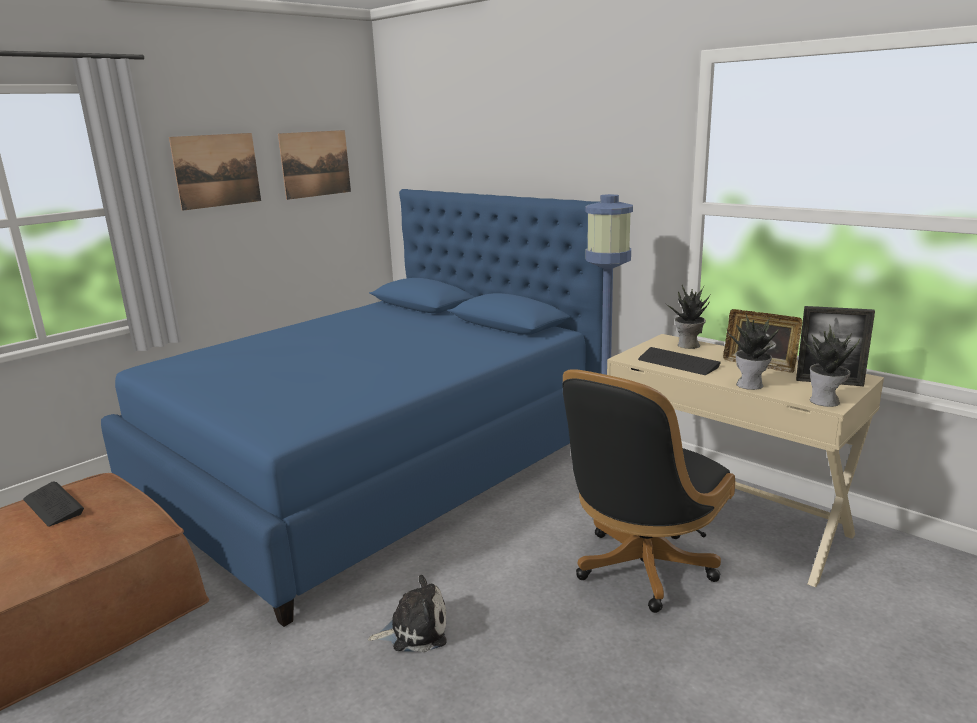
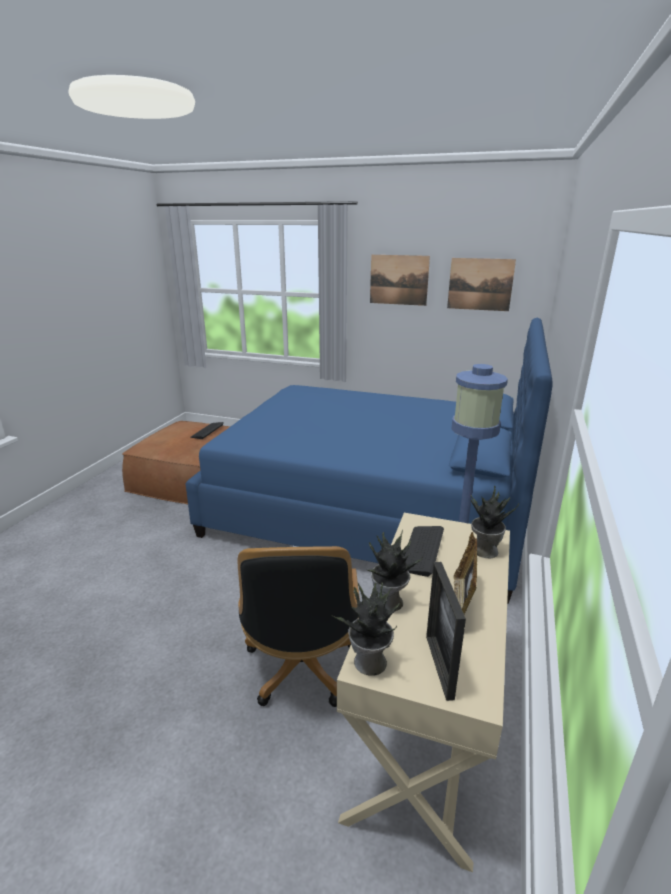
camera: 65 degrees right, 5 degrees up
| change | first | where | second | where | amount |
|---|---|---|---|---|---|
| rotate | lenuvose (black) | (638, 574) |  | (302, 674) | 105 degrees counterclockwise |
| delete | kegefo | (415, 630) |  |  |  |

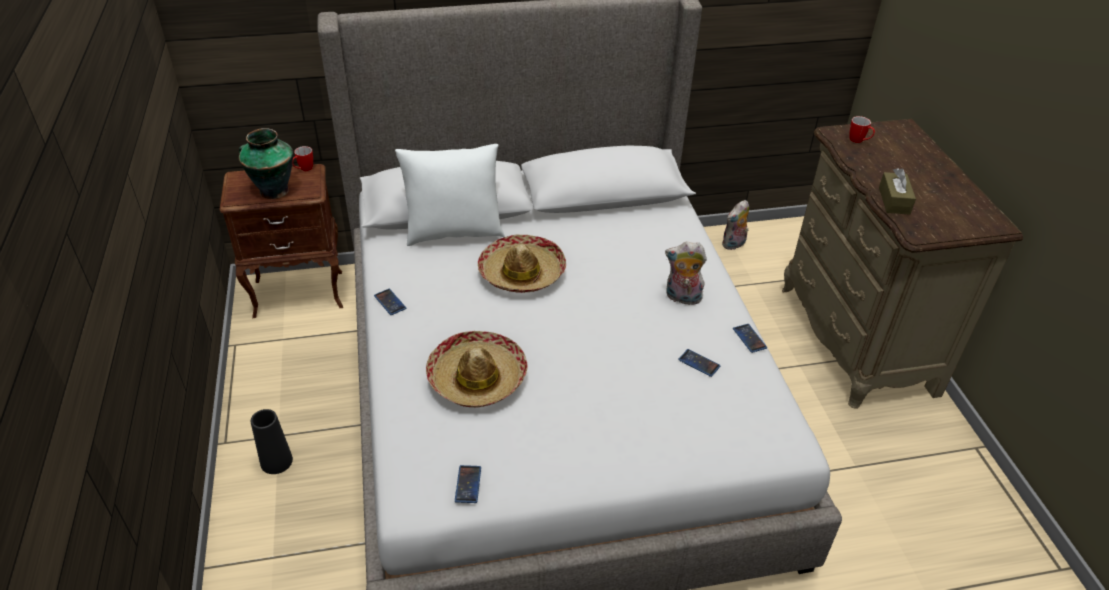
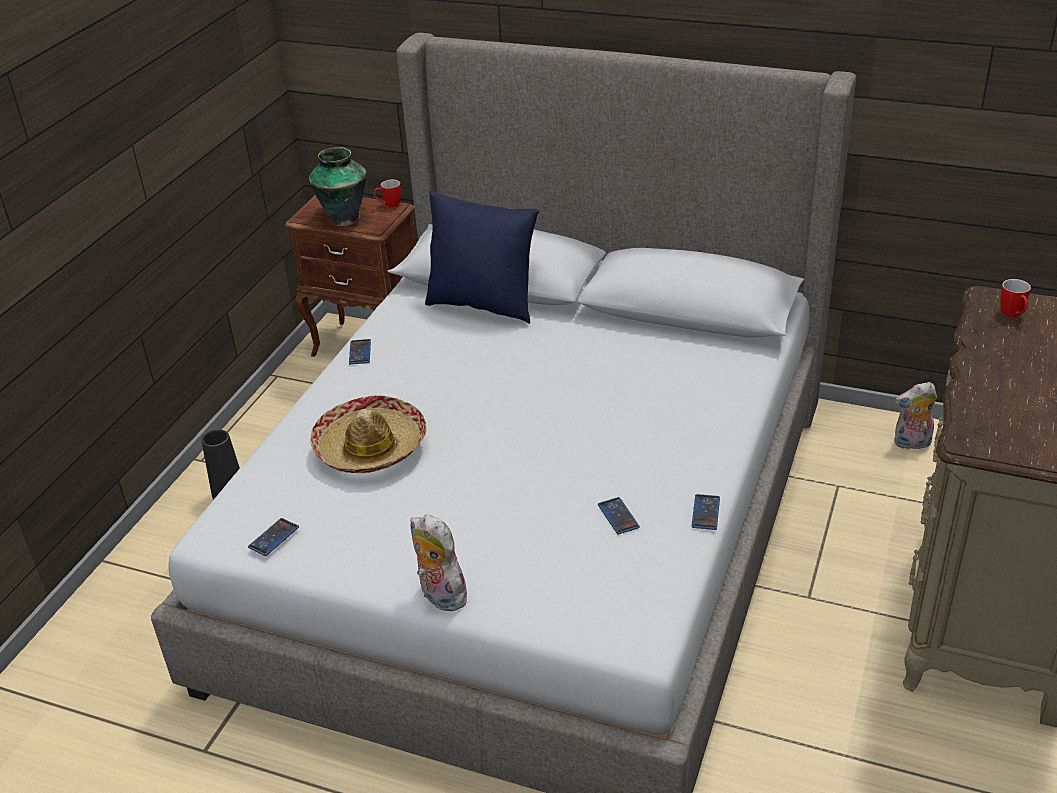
camera: 35 degrees right, 5 degrees down
| change | first | where | second | where | amount |
|---|---|---|---|---|---|
| recolor | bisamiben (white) | (453, 232) | bisamiben (blue) | (483, 305) |  |
| delete | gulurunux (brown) | (894, 201) |  |  |  |
| delete | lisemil | (522, 273) |  |  |  |
| move | kegefo | (682, 298) |  | (439, 596) |  |

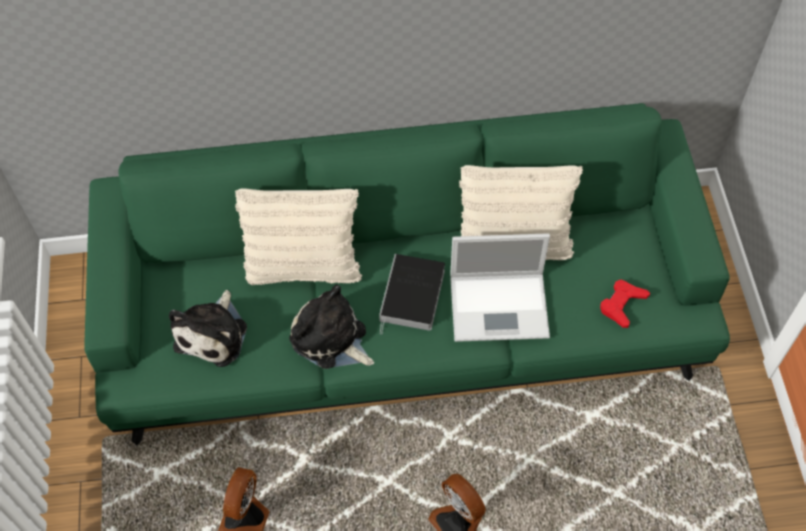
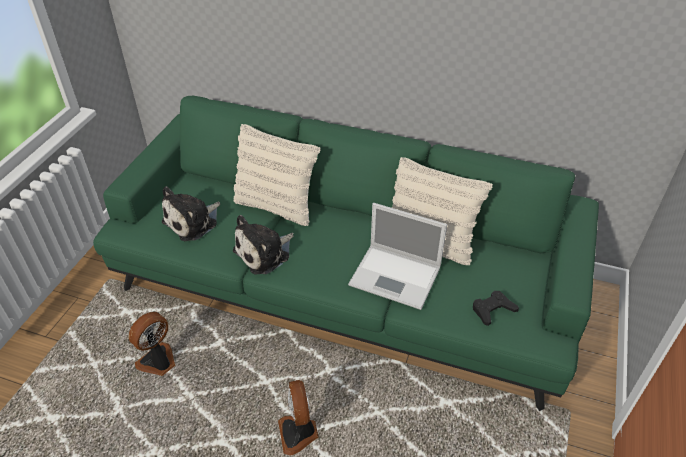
camera: 25 degrees right, 15 degrees down
| change | first | where | second | where | amount |
|---|---|---|---|---|---|
| delete | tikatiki | (412, 297) |  |  |  |
| recolor | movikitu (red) | (622, 305) | movikitu (black) | (492, 310) |  |
| rotate | kegefo | (331, 339) |  | (265, 253) | 105 degrees counterclockwise |

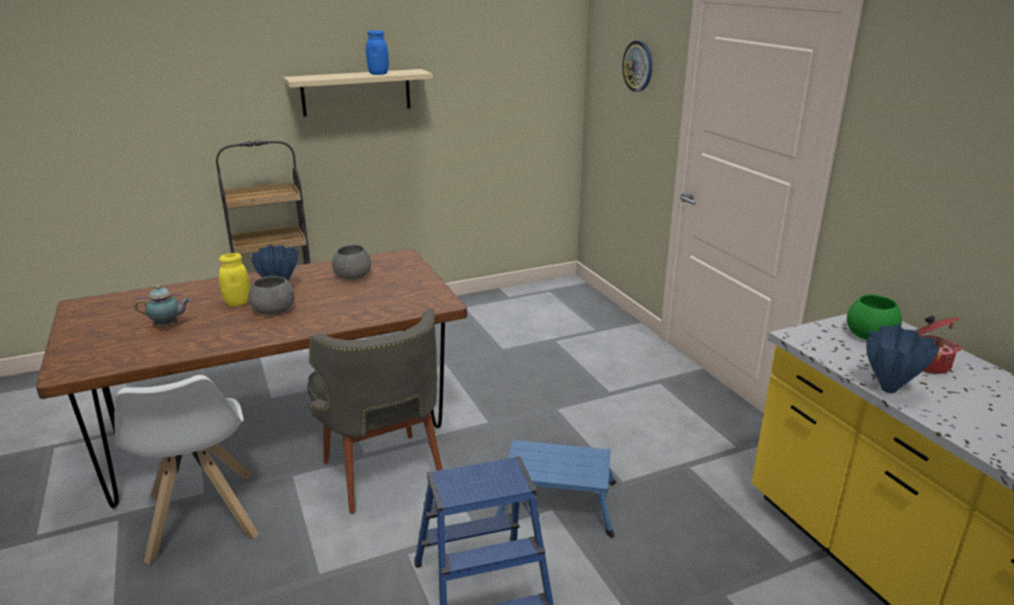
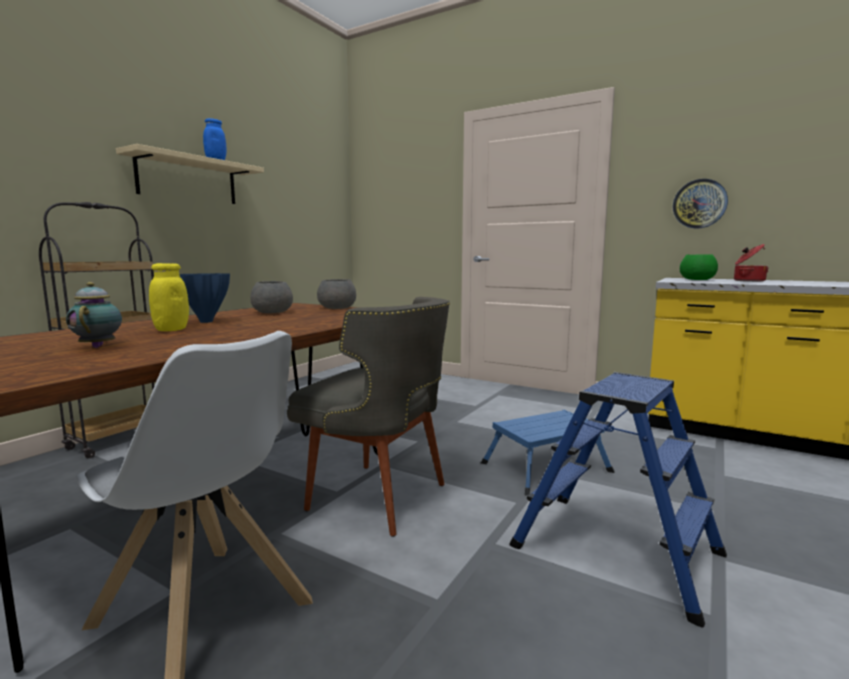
camera: 35 degrees left, 15 degrees down
| change | first | where | second | where | amount |
|---|---|---|---|---|---|
| move | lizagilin | (638, 66) |  | (699, 204) |  |
| move | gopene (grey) | (274, 310) |  | (338, 308) |  |
| rotate | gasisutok | (168, 326) |  | (99, 346) | 60 degrees counterclockwise |
| delete | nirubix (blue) | (888, 390) |  |  |  |

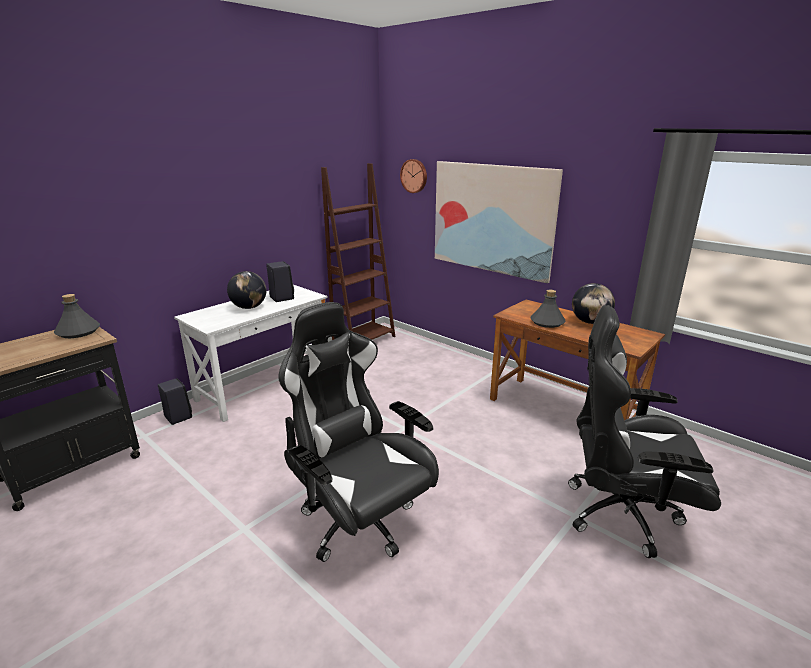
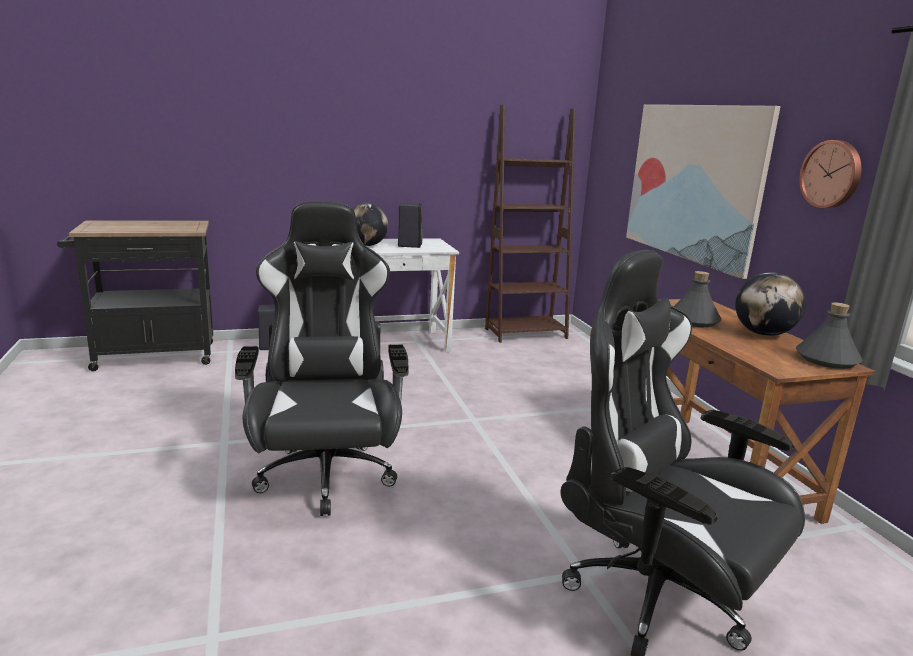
camera: 30 degrees right, 5 degrees down
| change | first | where | second | where | amount |
|---|---|---|---|---|---|
| move | lizagilin | (414, 176) |  | (832, 174) |  |
| move | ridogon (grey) | (78, 332) |  | (827, 359) |  |

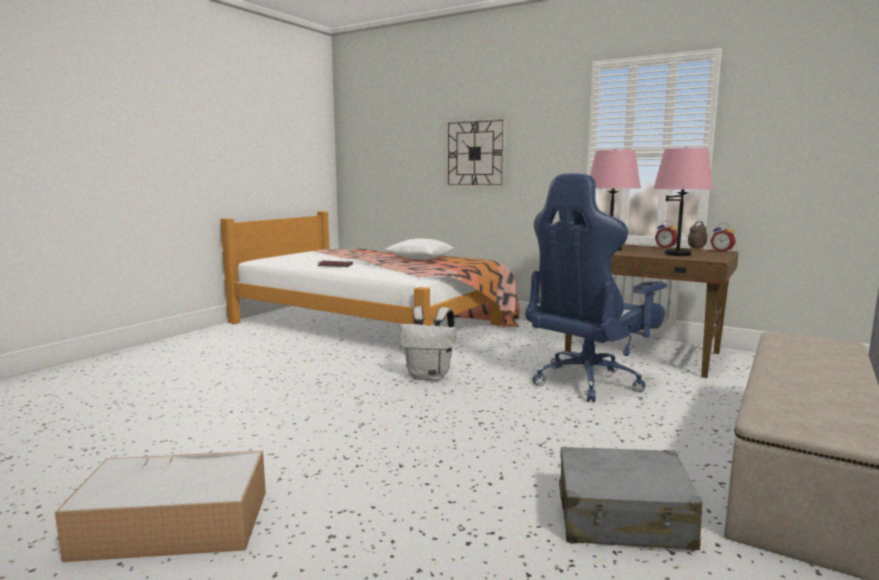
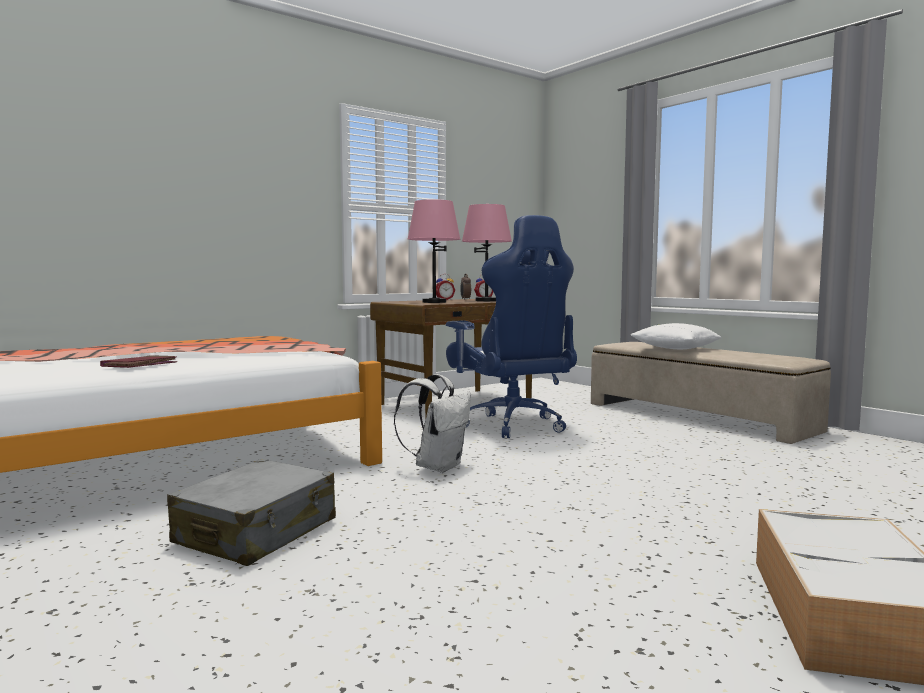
camera: 70 degrees left, 5 degrees down
| change | first | where | second | where | amount |
|---|---|---|---|---|---|
| delete | lizagilin | (475, 153) |  |  |  |
| move | bisamiben (white) | (420, 259) |  | (675, 349) |  |
| move | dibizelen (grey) | (623, 517) |  | (257, 532) |  |

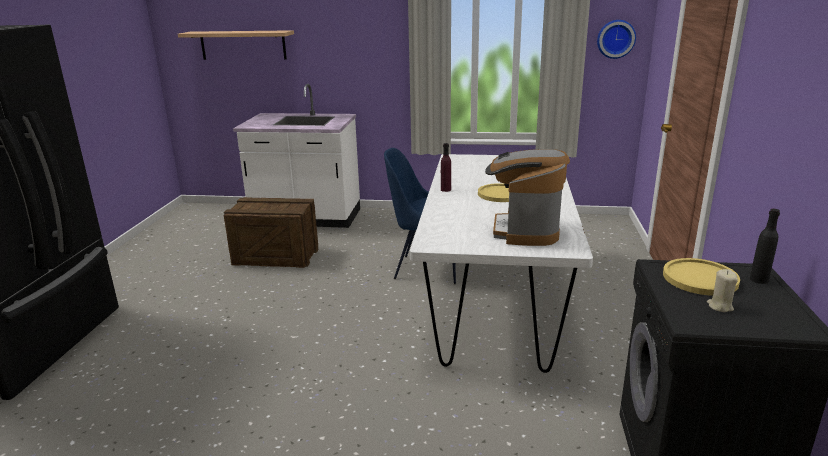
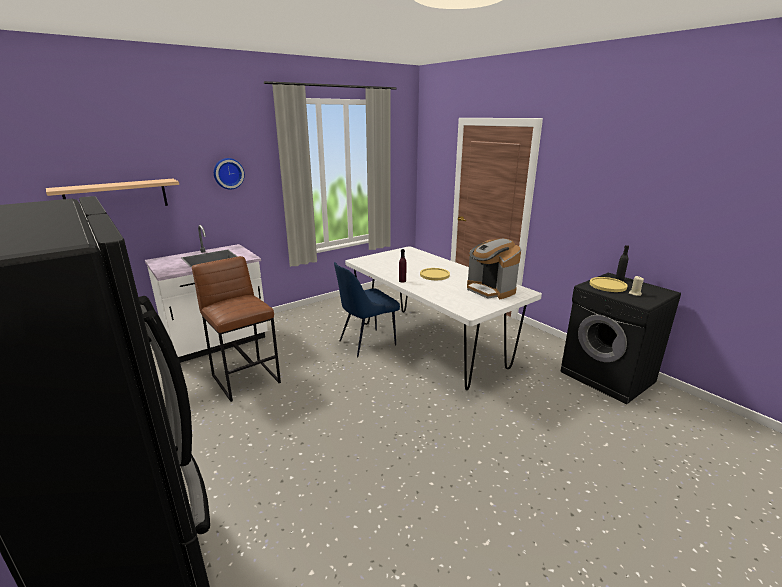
camera: 45 degrees left, 0 degrees up
| change | first | where | second | where | amount |
|---|---|---|---|---|---|
| move | lizagilin | (615, 39) |  | (228, 173) |  |
| replace | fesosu | (276, 256) | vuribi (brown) | (245, 378) |  |

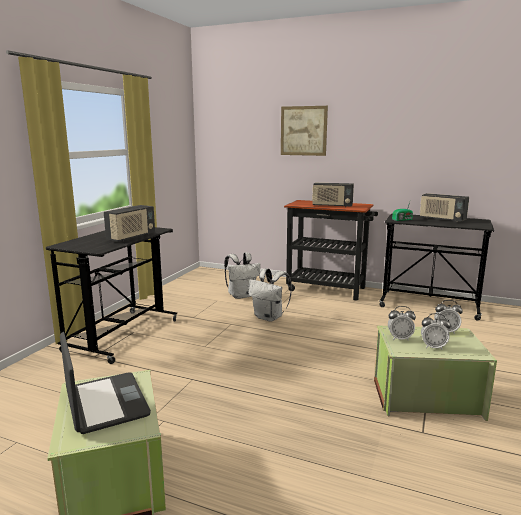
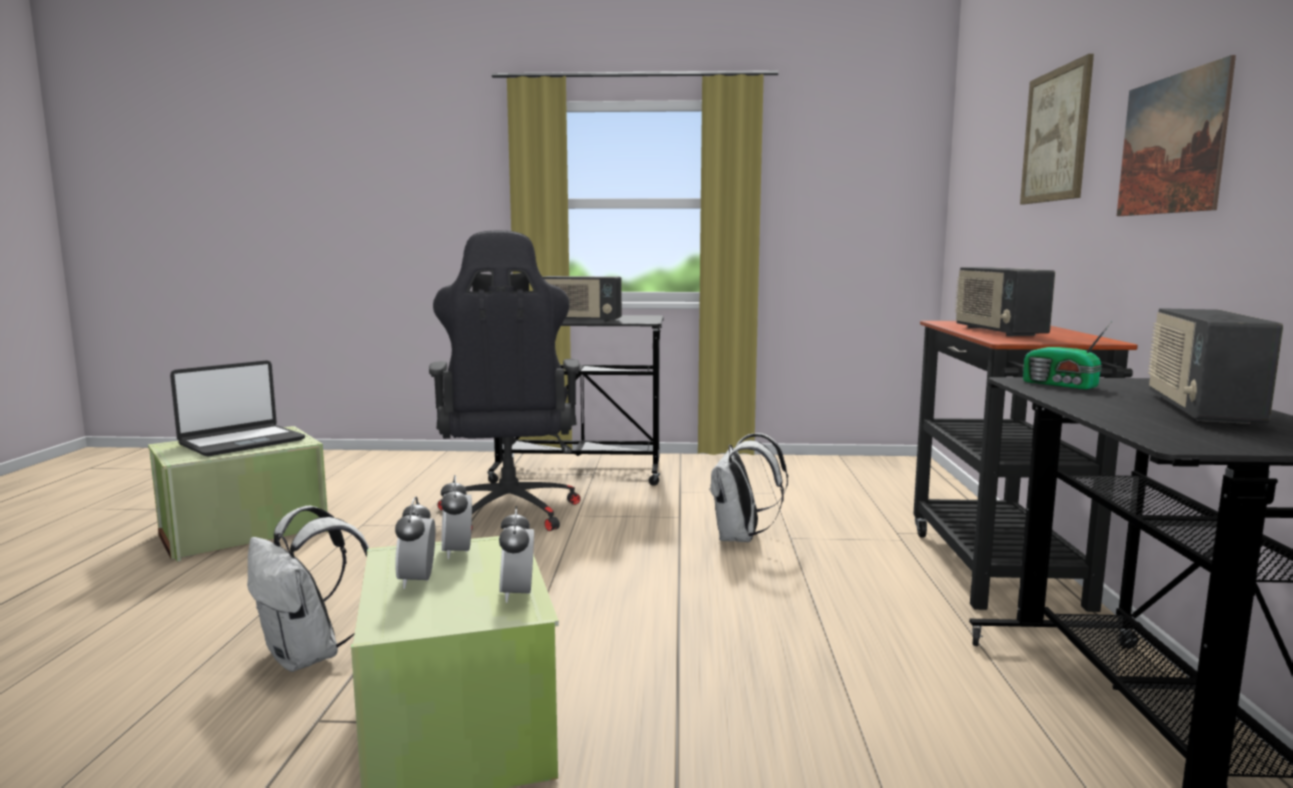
camera: 70 degrees right, 5 degrees down
| change | first | where | second | where | amount |
|---|---|---|---|---|---|
| move | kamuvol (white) | (241, 295) |  | (308, 656) |  |
| insert |  |  | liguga | (1171, 145) |  |
| insert |  |  | lenuvose (black) | (509, 512) |  |

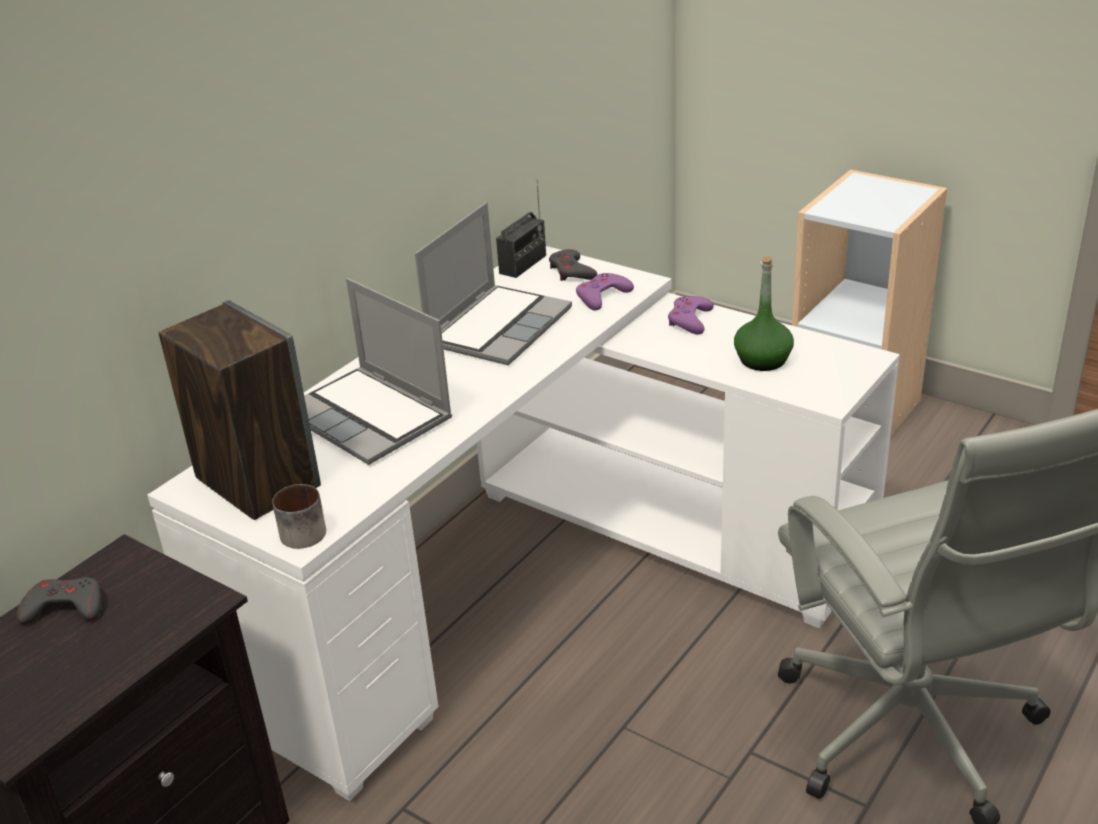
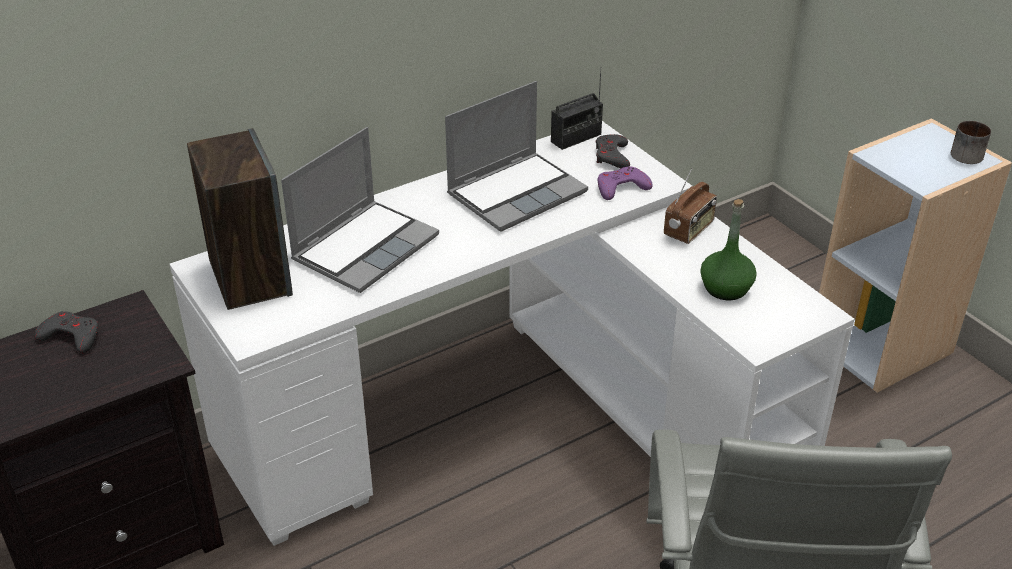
camera: 20 degrees right, 5 degrees up
| change | first | where | second | where | amount |
|---|---|---|---|---|---|
| rotate | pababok | (370, 417) |  | (365, 247) | 120 degrees counterclockwise |
| replace | movikitu (purple) | (690, 320) | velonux | (689, 230) |  |
| move | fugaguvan | (303, 530) |  | (966, 153) |  |

